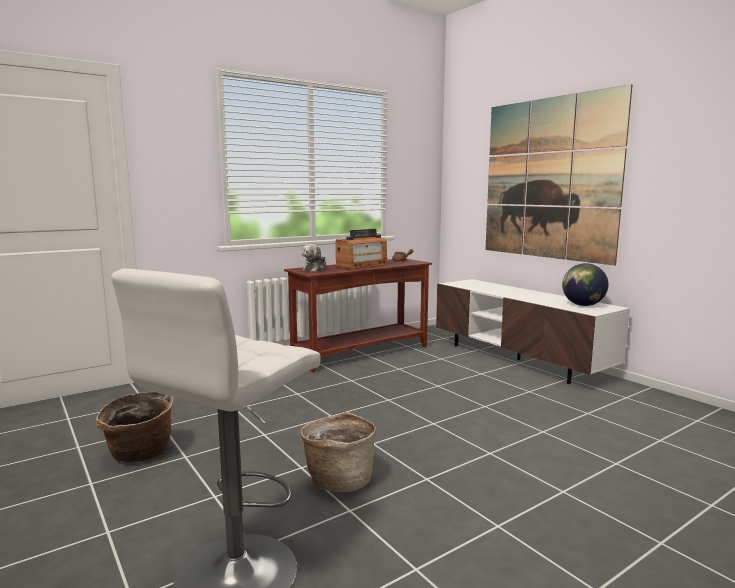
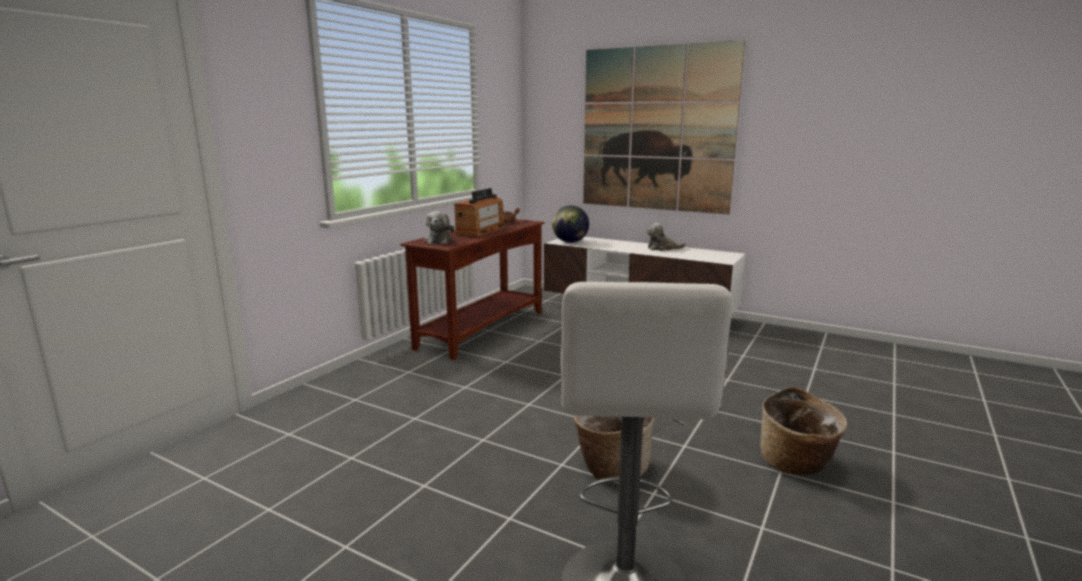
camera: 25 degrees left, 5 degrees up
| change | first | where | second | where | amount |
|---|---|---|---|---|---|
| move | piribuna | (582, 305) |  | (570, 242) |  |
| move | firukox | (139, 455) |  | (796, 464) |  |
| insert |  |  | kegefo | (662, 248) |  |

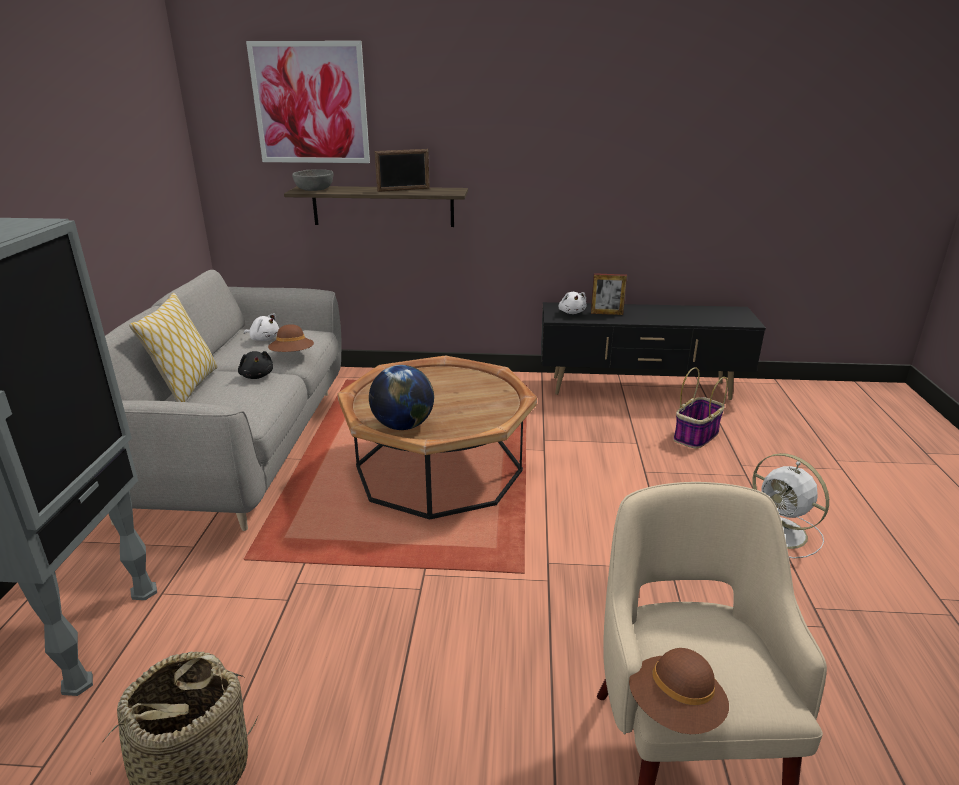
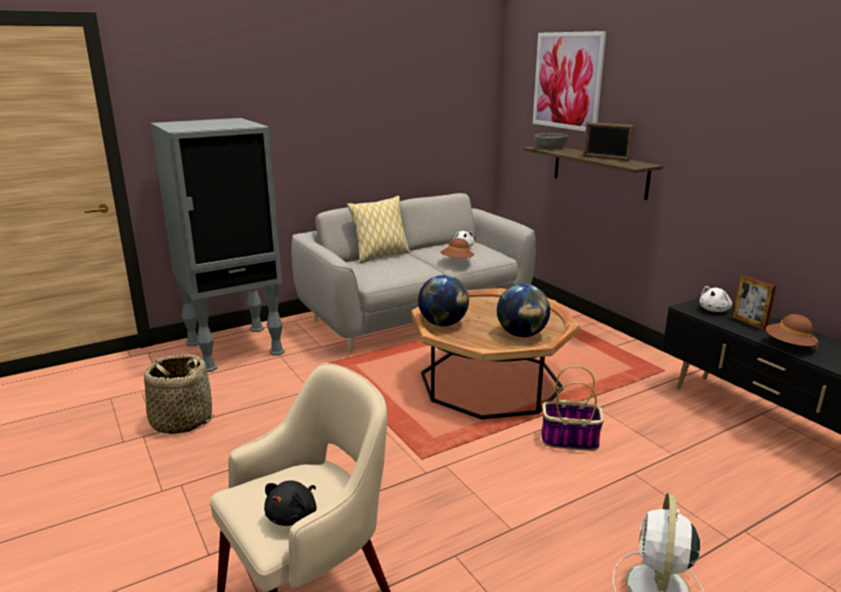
camera: 55 degrees right, 5 degrees down
| change | first | where | second | where | amount |
|---|---|---|---|---|---|
| move | kegefo (black) | (257, 376) |  | (293, 516) |  |
| move | firukox | (696, 436) |  | (569, 440) |  |
| move | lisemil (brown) | (675, 709) |  | (788, 346) |  |
| insert |  |  | piribuna | (521, 334) |  |

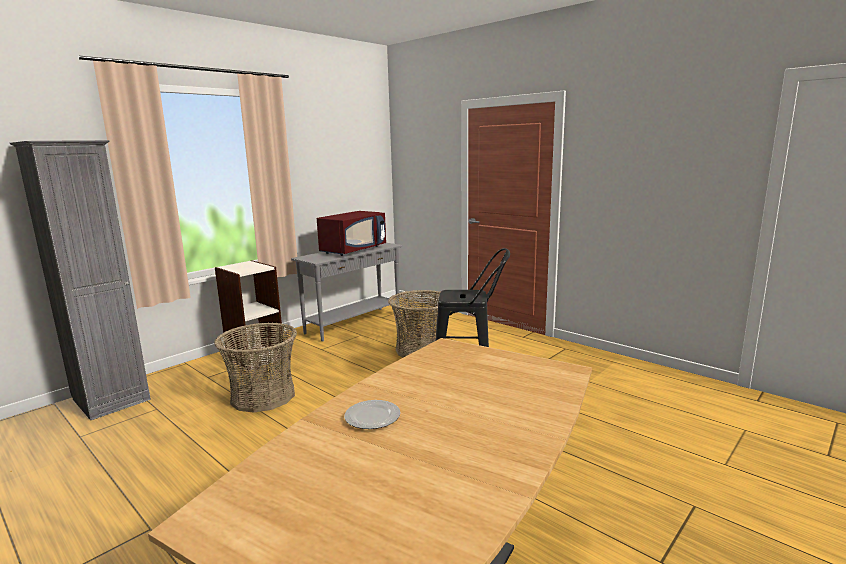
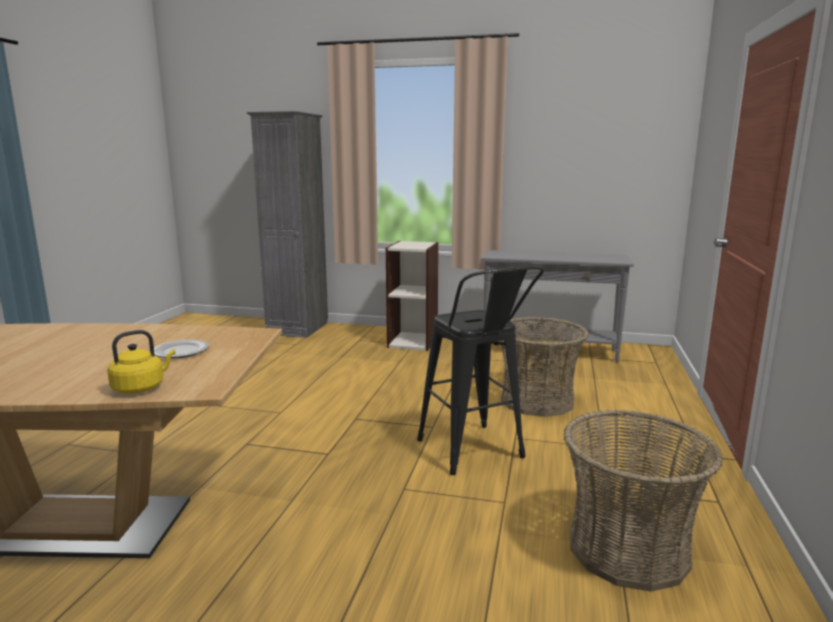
camera: 60 degrees right, 0 degrees up
| change | first | where | second | where | amount |
|---|---|---|---|---|---|
| delete | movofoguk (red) | (353, 250) |  |  |  |
| move | firukox | (263, 396) |  | (628, 549) |  |
| move | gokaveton | (372, 417) |  | (181, 352) |  |
| insert |  |  | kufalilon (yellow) | (141, 388) |  |

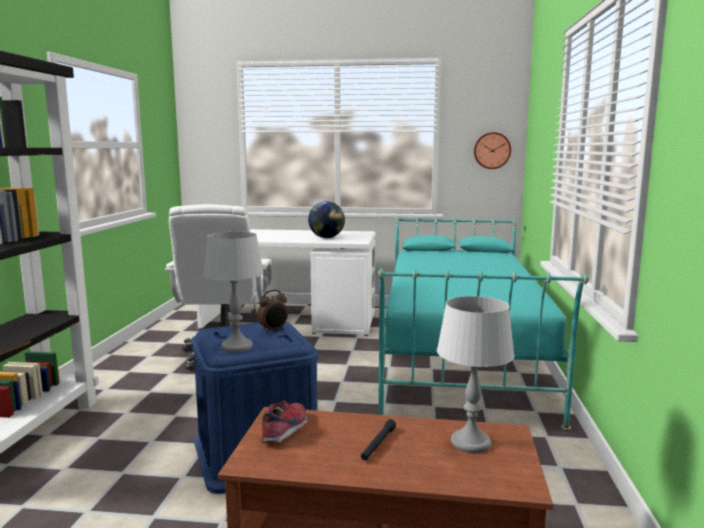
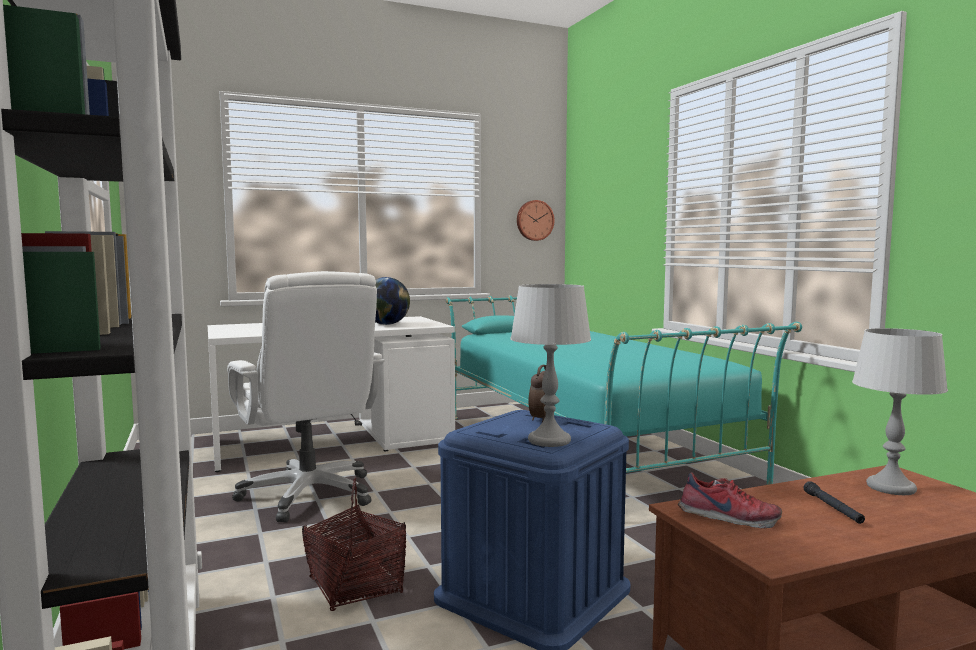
camera: 30 degrees left, 5 degrees down
| change | first | where | second | where | amount |
|---|---|---|---|---|---|
| rotate | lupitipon | (286, 430) |  | (728, 519) | 120 degrees clockwise |
| insert |  |  | firukox | (355, 587) |  |

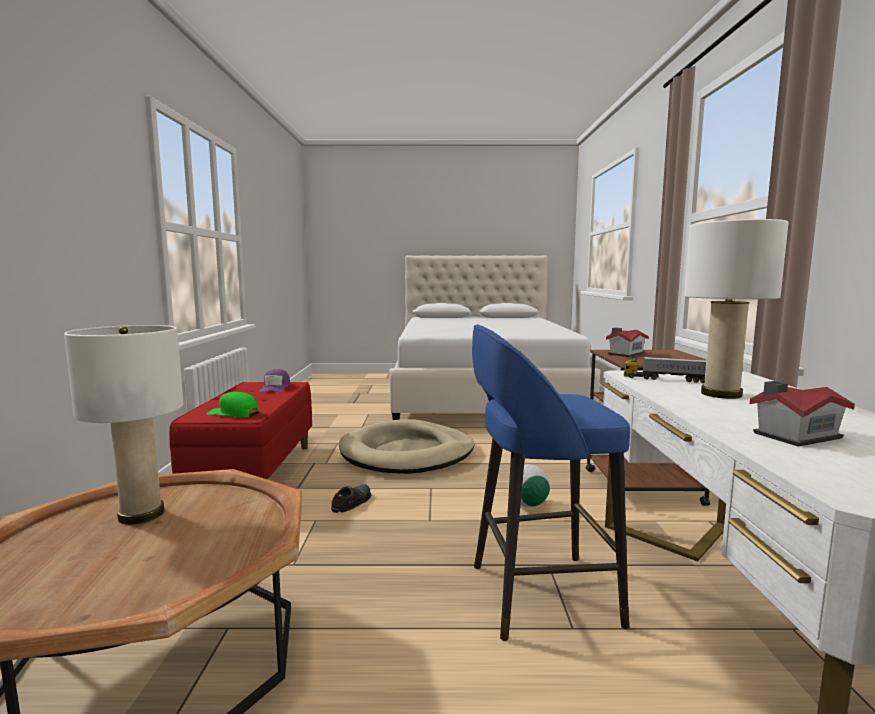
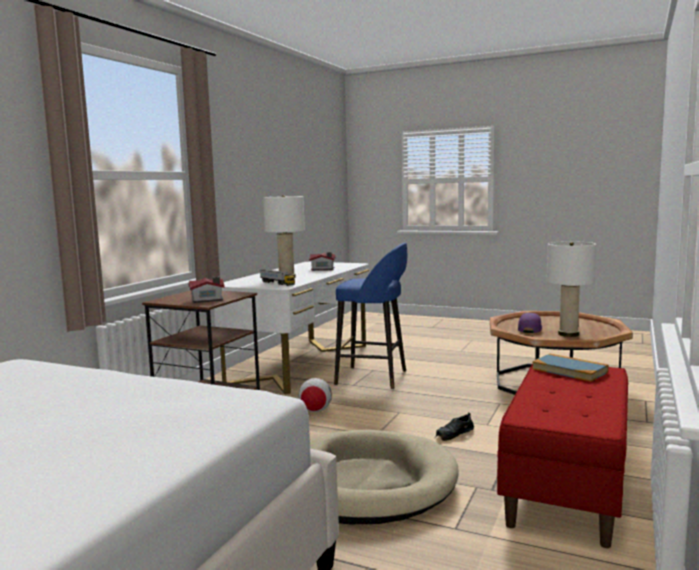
camera: 155 degrees left, 0 degrees up
| change | first | where | second | where | amount |
|---|---|---|---|---|---|
| move | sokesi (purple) | (275, 387) |  | (530, 329) |  |
| replace | sokesi (green) | (234, 413) | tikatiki | (569, 370) |  |

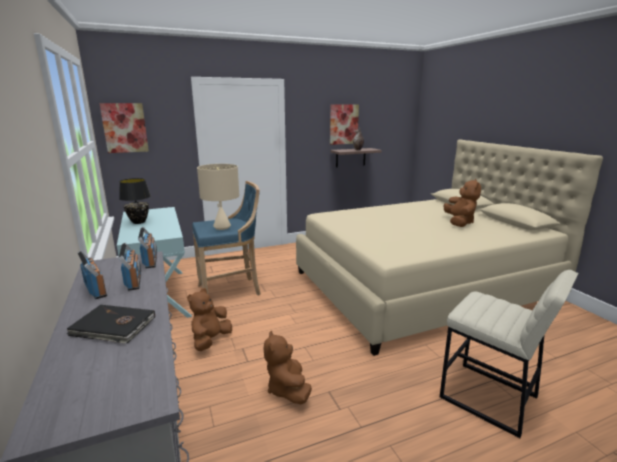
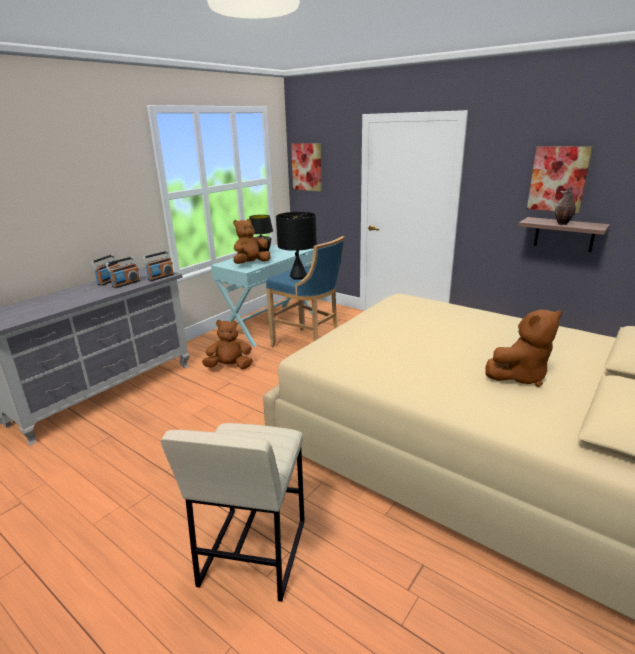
camera: 60 degrees right, 5 degrees up
| change | first | where | second | where | amount |
|---|---|---|---|---|---|
| recolor | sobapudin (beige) | (222, 227) | sobapudin (black) | (298, 277) |  |
| delete | tikatiki (black) | (113, 327) |  |  |  |
| move | kegefo (brown) | (287, 389) |  | (251, 263) |  |

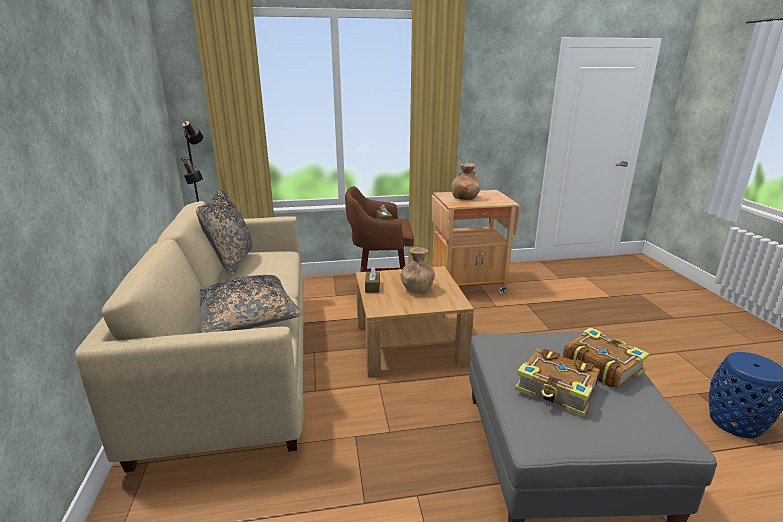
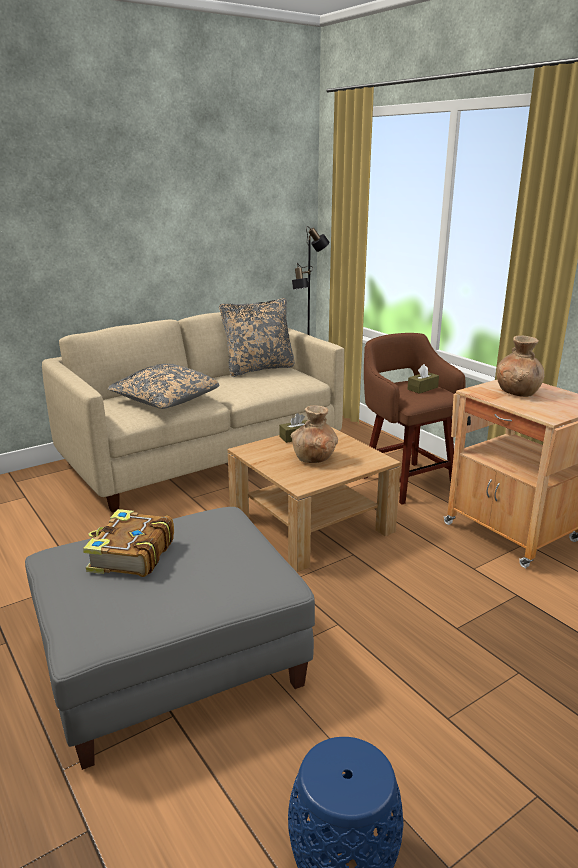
camera: 65 degrees right, 0 degrees up
| change | first | where | second | where | amount |
|---|---|---|---|---|---|
| delete | tikatiki | (601, 366) |  |  |  |

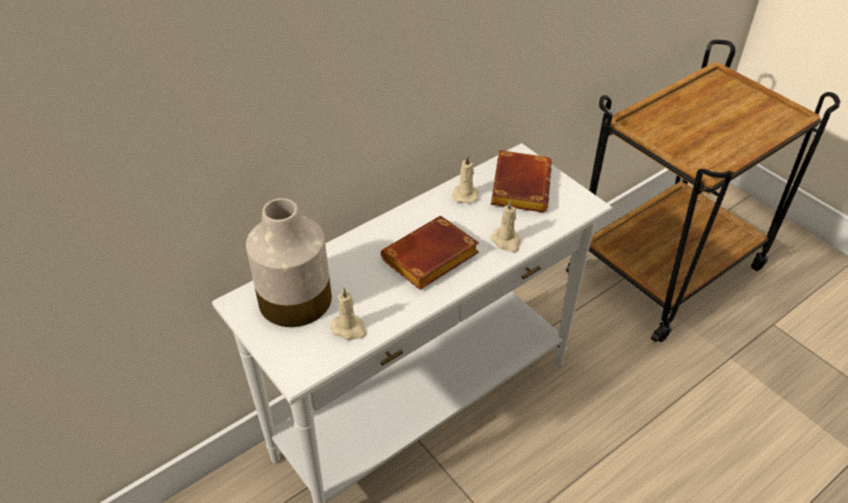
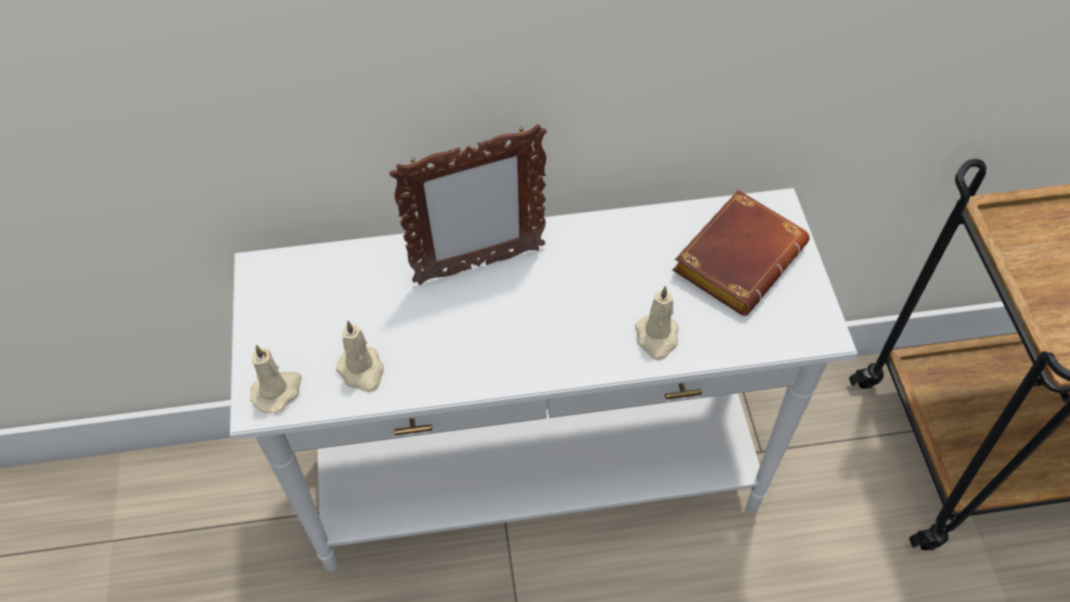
camera: 30 degrees right, 10 degrees up
| change | first | where | second | where | amount |
|---|---|---|---|---|---|
| move | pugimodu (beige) | (465, 194) |  | (278, 391) |  |
| delete | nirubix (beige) | (294, 299) |  |  |  |
| delete | tikatiki (brown) | (430, 260) |  |  |  |
| insert |  |  | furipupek | (478, 265) |  |

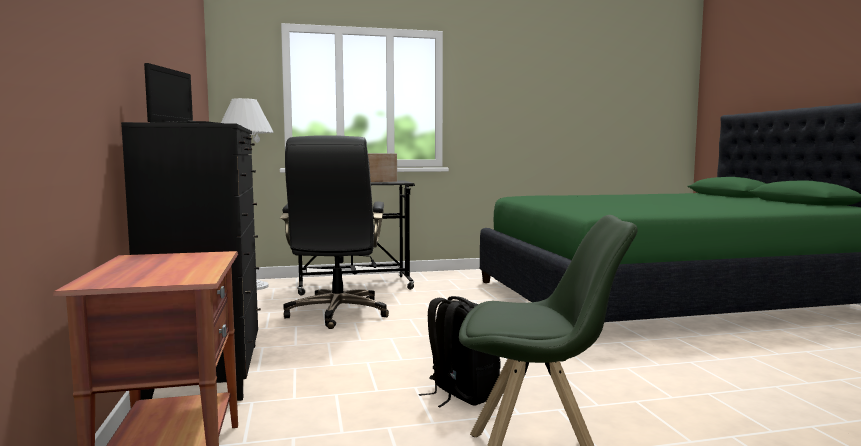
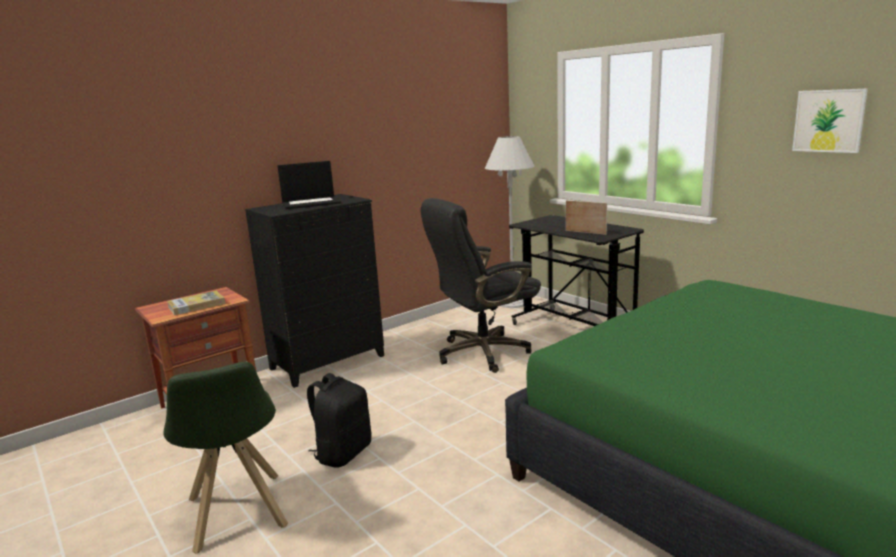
camera: 65 degrees right, 10 degrees up
| change | first | where | second | where | amount |
|---|---|---|---|---|---|
| insert |  |  | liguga | (828, 121) |  |
| insert |  |  | tikatiki | (196, 305) |  |

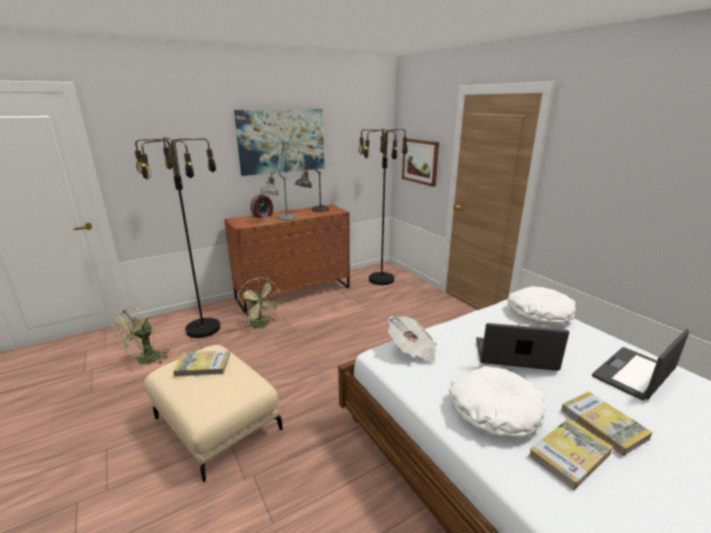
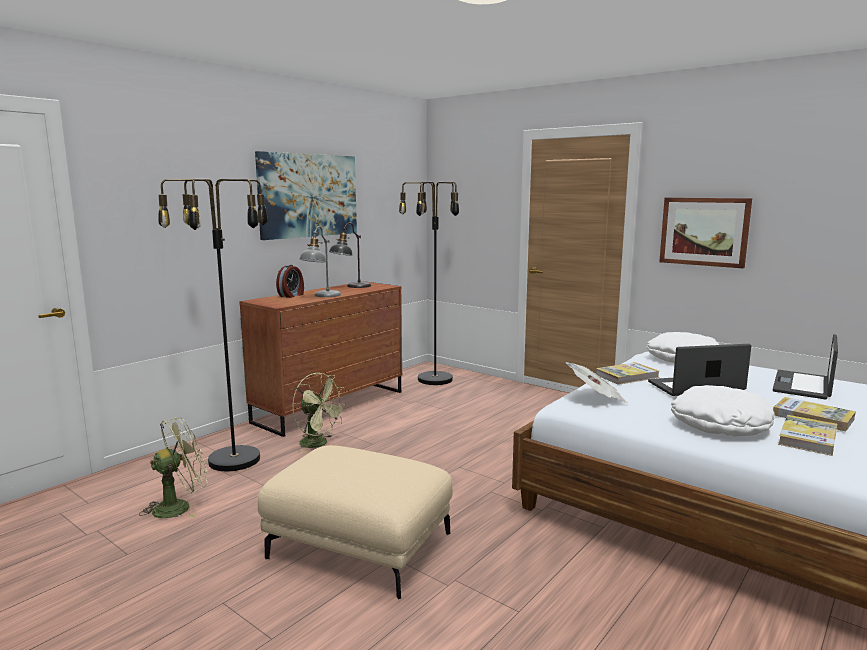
camera: 20 degrees left, 10 degrees down
| change | first | where | second | where | amount |
|---|---|---|---|---|---|
| move | liguga | (420, 161) |  | (704, 231) |  |
| rotate | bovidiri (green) | (145, 360) |  | (179, 506) | 135 degrees counterclockwise |
| move | tikatiki | (203, 365) |  | (627, 376) |  |

